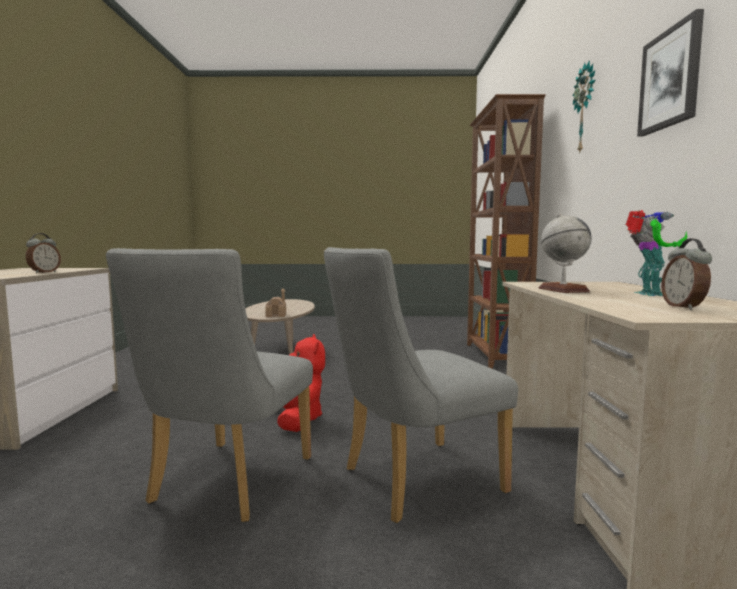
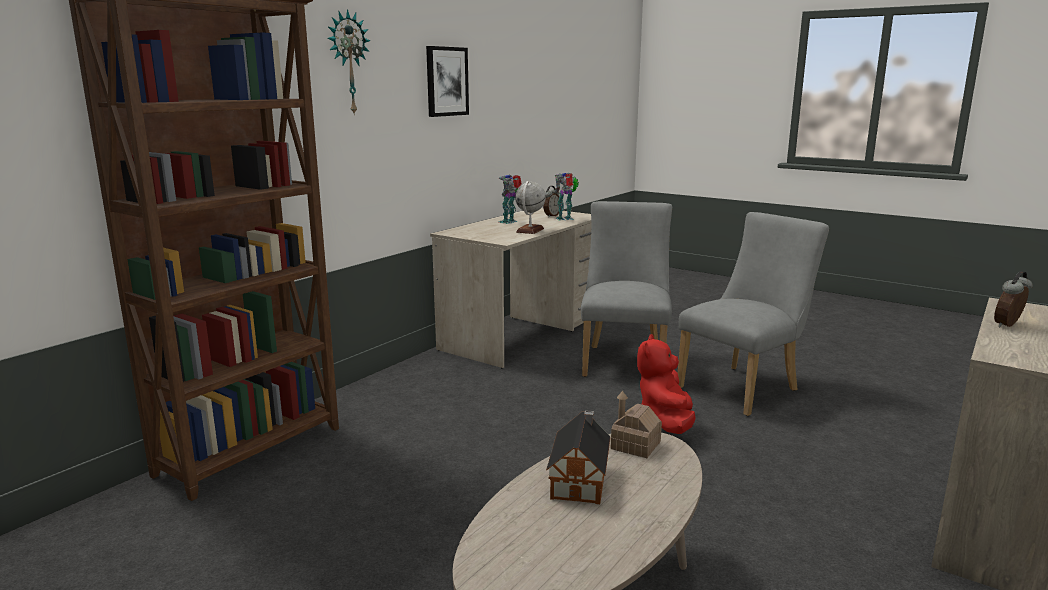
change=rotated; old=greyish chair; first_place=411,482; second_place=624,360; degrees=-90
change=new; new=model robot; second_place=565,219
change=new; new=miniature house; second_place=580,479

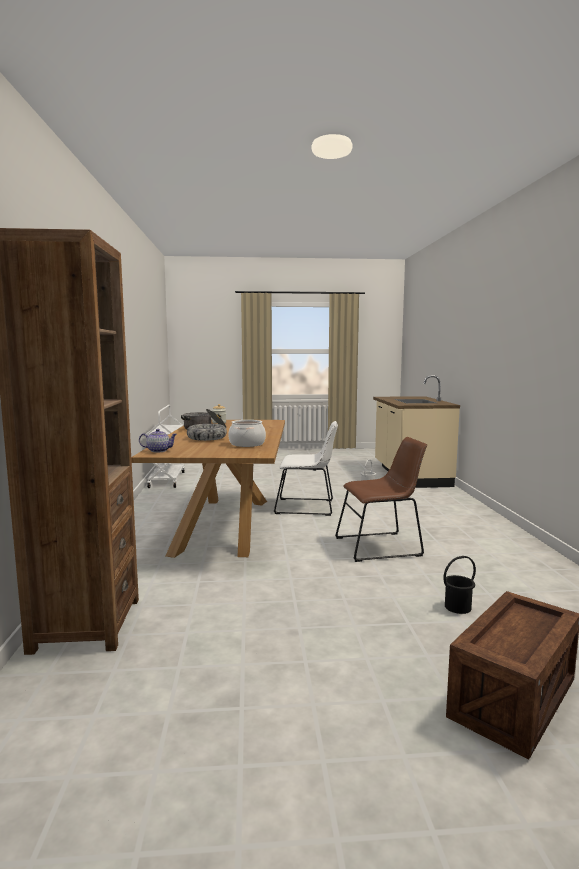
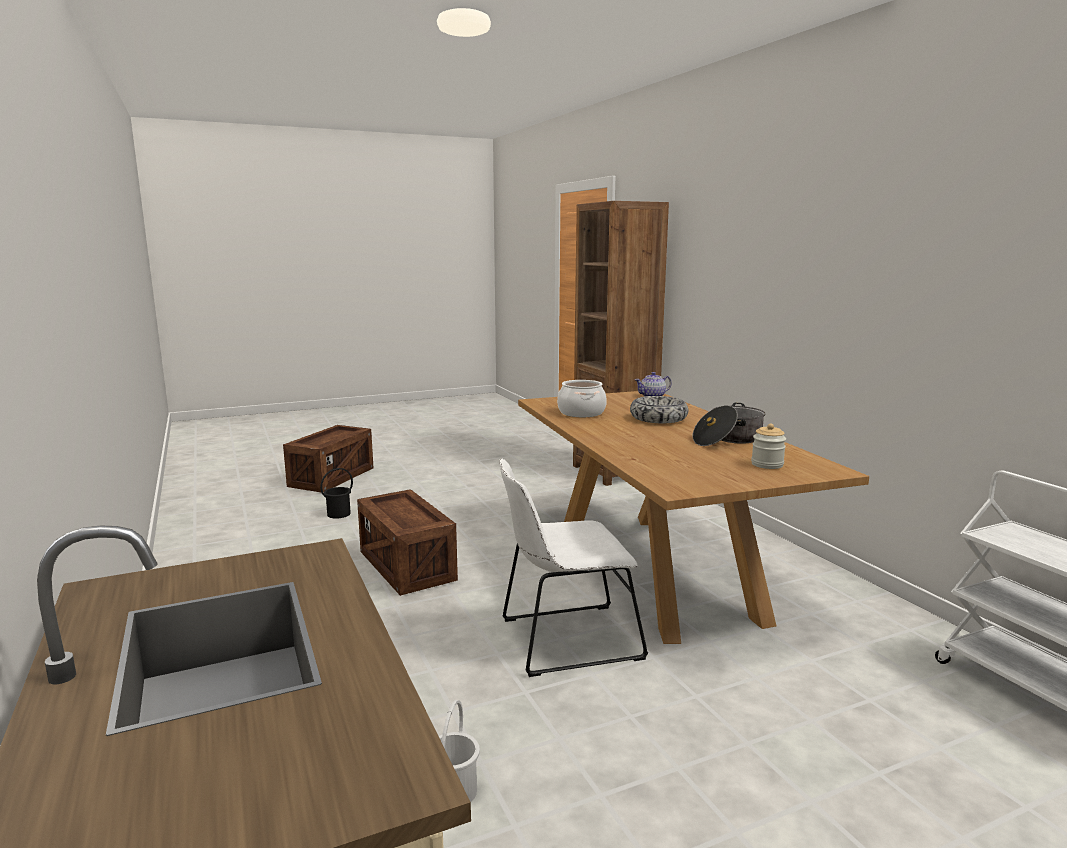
change=swapped; old=brown chair; new=packing crate; first_place=381,546; second_place=406,566

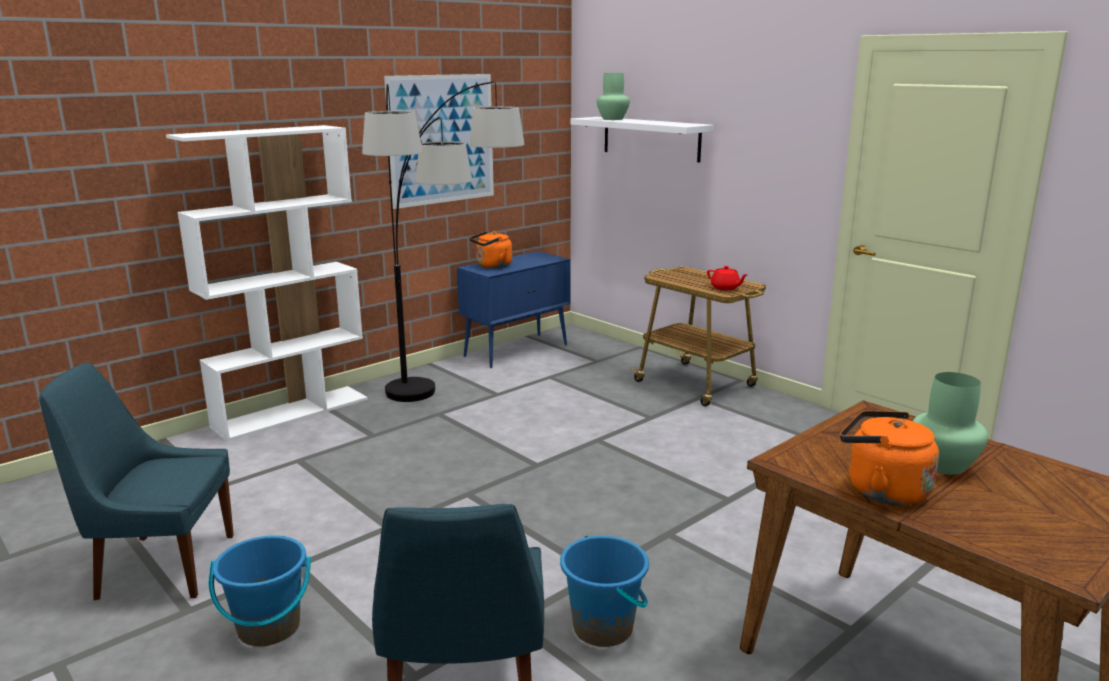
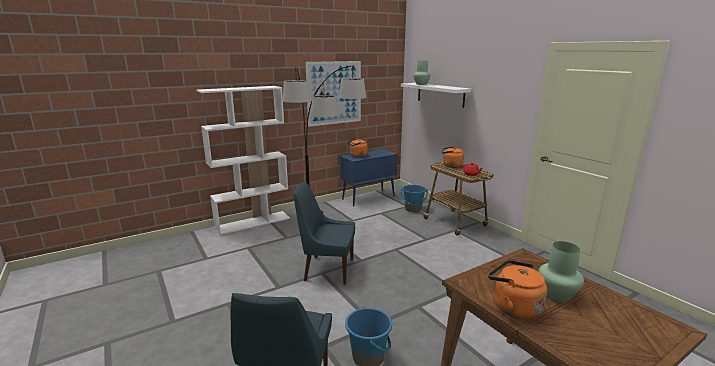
change=shifted; old=blue-coloured chair; first_place=161,566; second_place=327,269
change=shifted; old=blue-coloured bucket; first_place=269,628; second_place=413,209
change=new; new=orange-coloured tea kettle; second_place=451,166

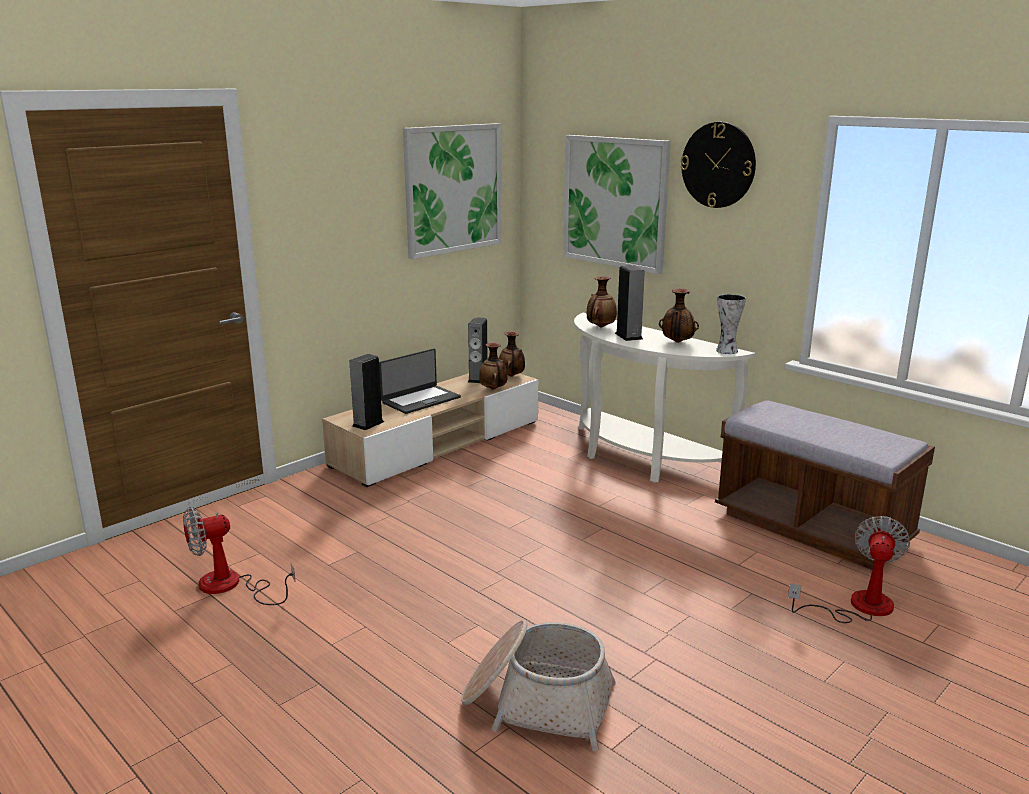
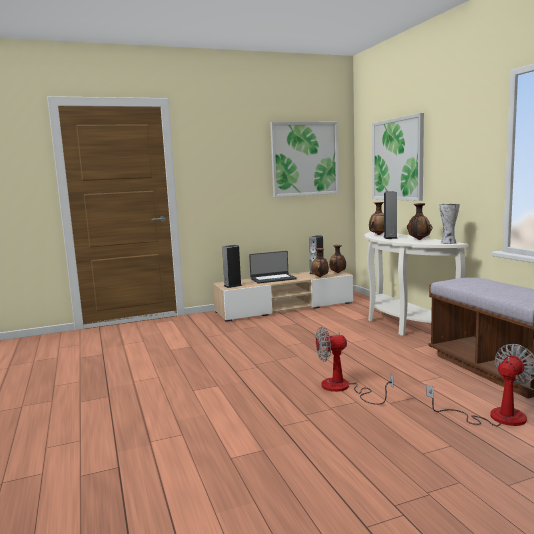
change=gone; old=wall clock; first_place=718,165
change=shifted; old=electric fan; first_place=231,586; second_place=343,388
change=gone; old=basket; first_place=537,703

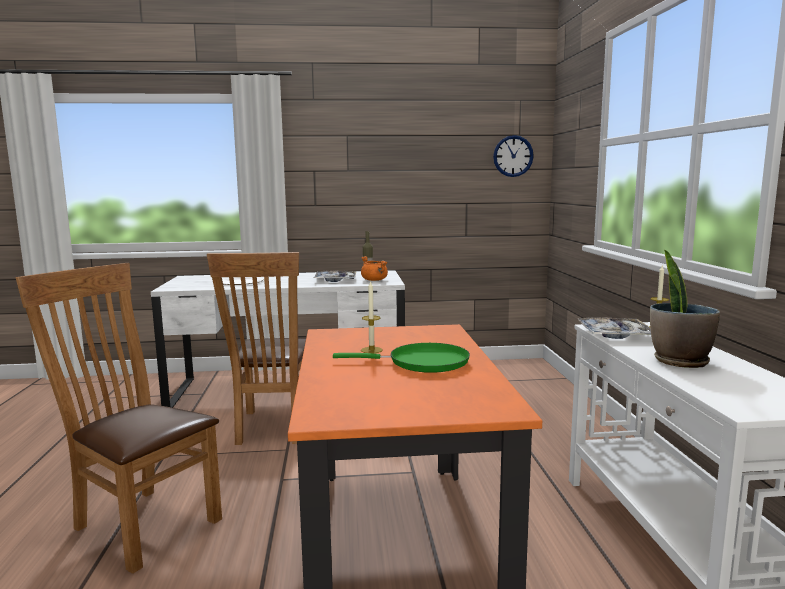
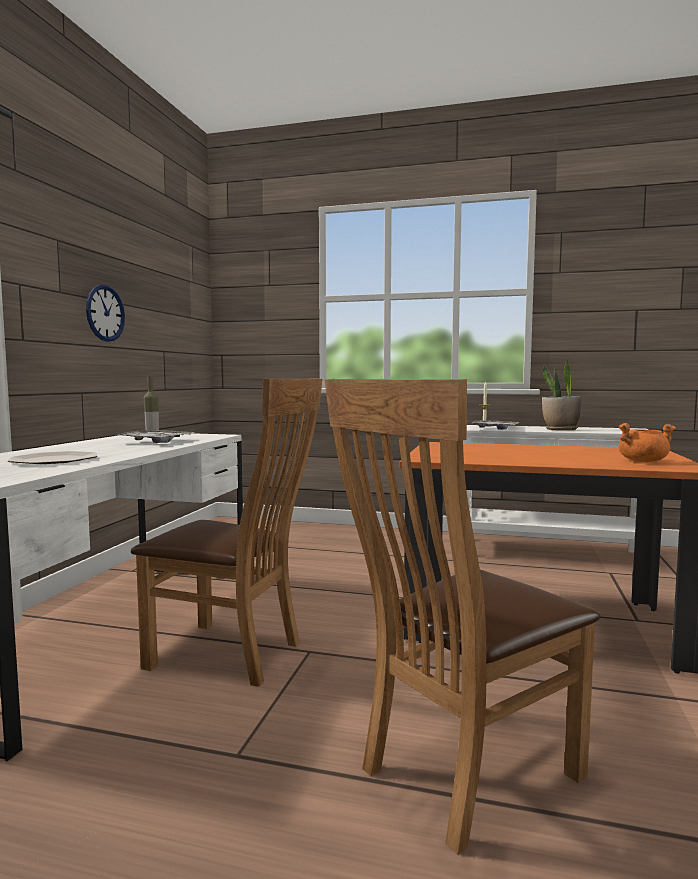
change=shifted; old=wall clock; first_place=513,156; second_place=105,313
change=shifted; old=orange-coloured stockpot; first_place=375,280; second_place=643,461
change=gone; old=wax light; first_place=371,350
change=gone; old=greenish frying pan; first_place=422,362

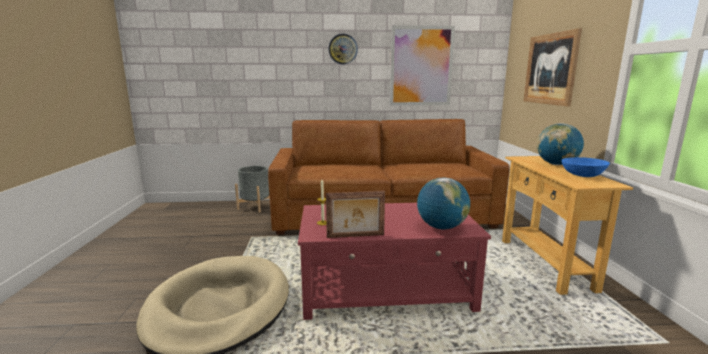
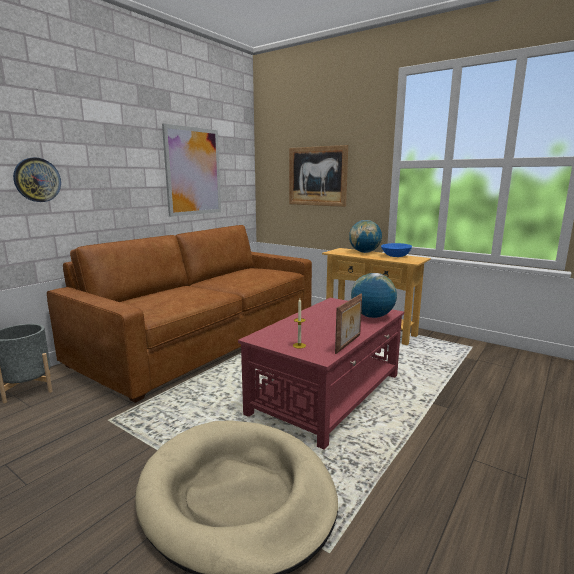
change=shifted; old=wall clock; first_place=343,49; second_place=37,180

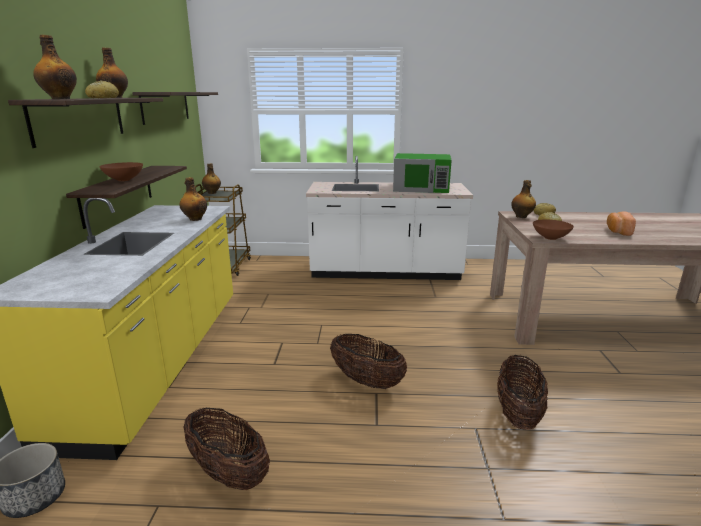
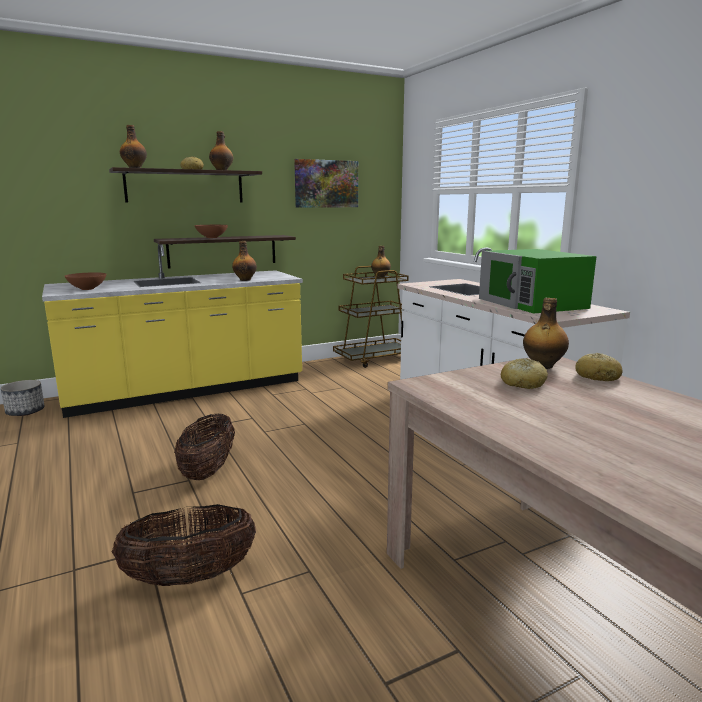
change=swapped; old=shelf; new=wall picture; first_place=165,106; second_place=326,184
change=gone; old=bakery bread; first_place=617,231
change=shifted; old=brown bowl; first_place=550,238; second_place=88,289
change=gone; old=basket; first_place=228,473

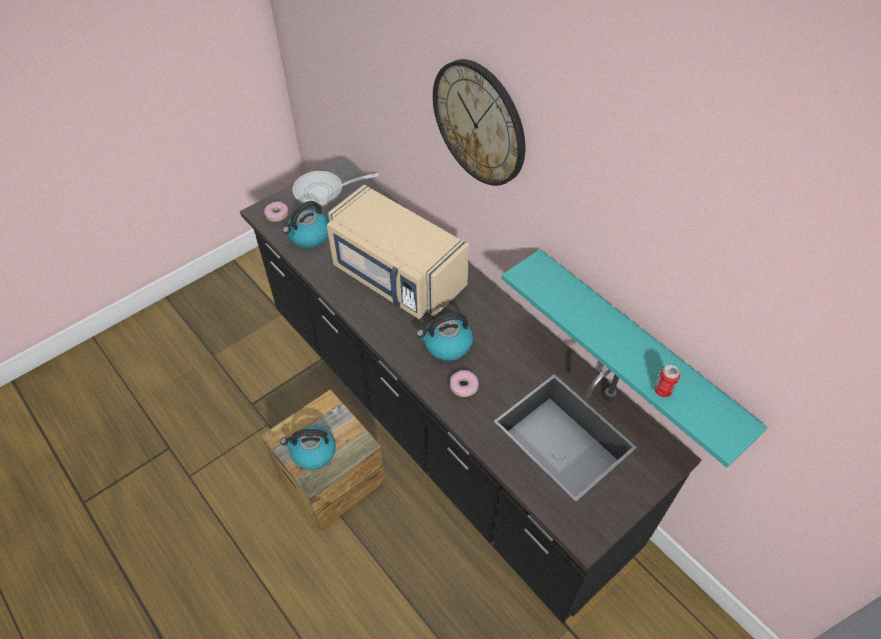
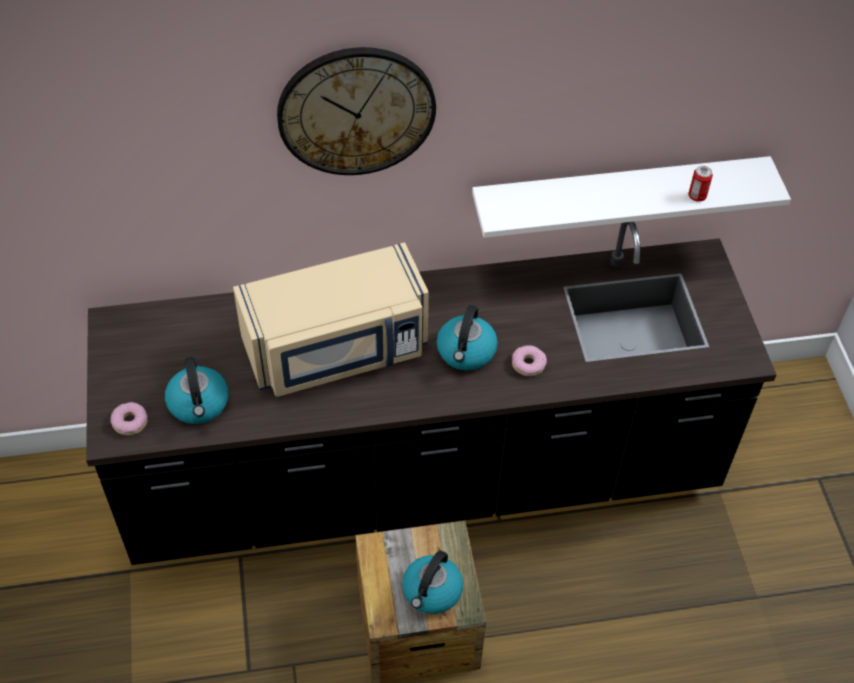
change=gone; old=frying pan; first_place=323,192
change=repainted; old=blue-green shelf; new=white-coloured shelf; first_place=636,348; second_place=618,195

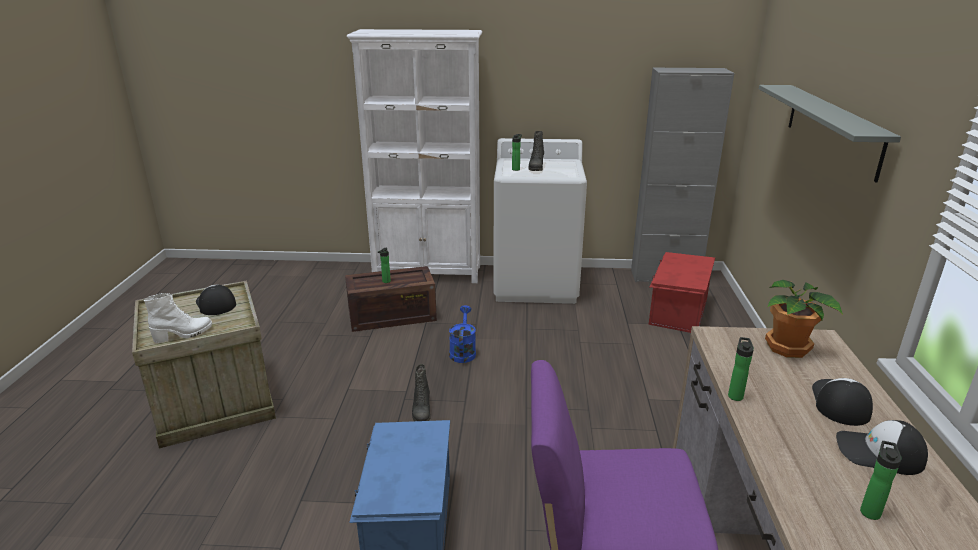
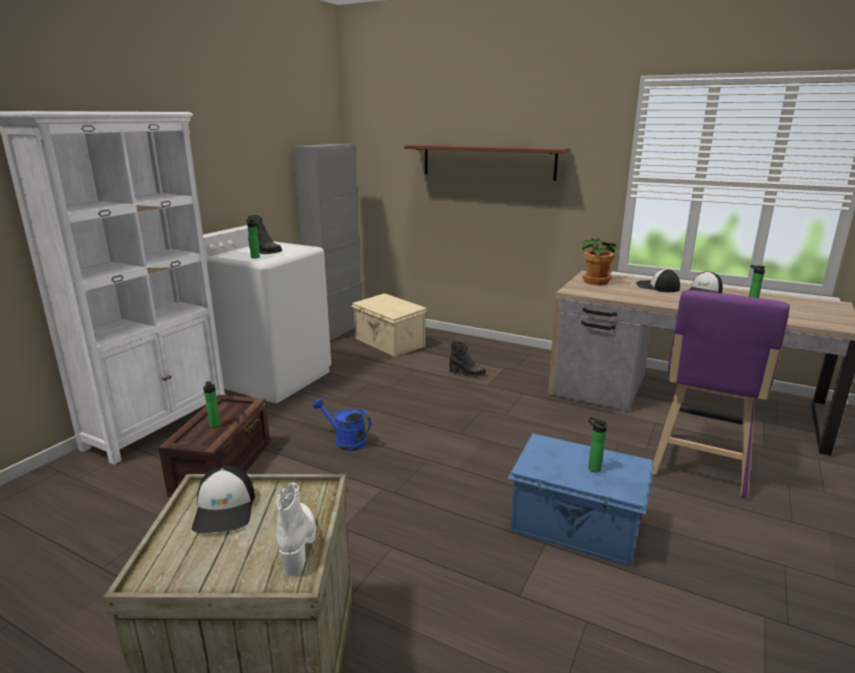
change=repainted; old=greyish shelf; new=brown shelf; first_place=832,128; second_place=487,161
change=repainted; old=reddish storage container; new=sand-coloured storage container; first_place=677,311; second_place=389,342
change=rotated; old=baseball cap; first_place=215,304; second_place=225,509; degrees=-90
change=shifted; old=beverage bottle; first_place=735,395; second_place=592,468
change=shifted; old=blackish high-top boot; first_place=421,412; second_place=467,373

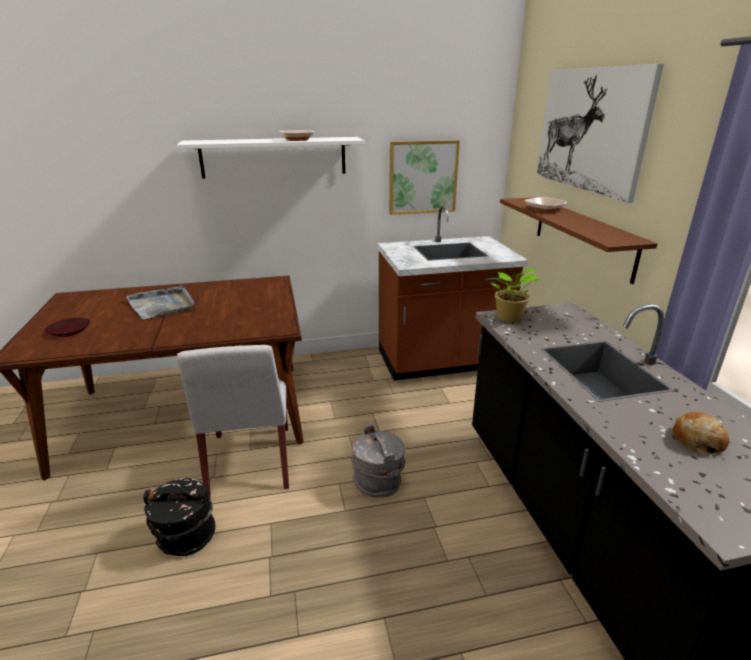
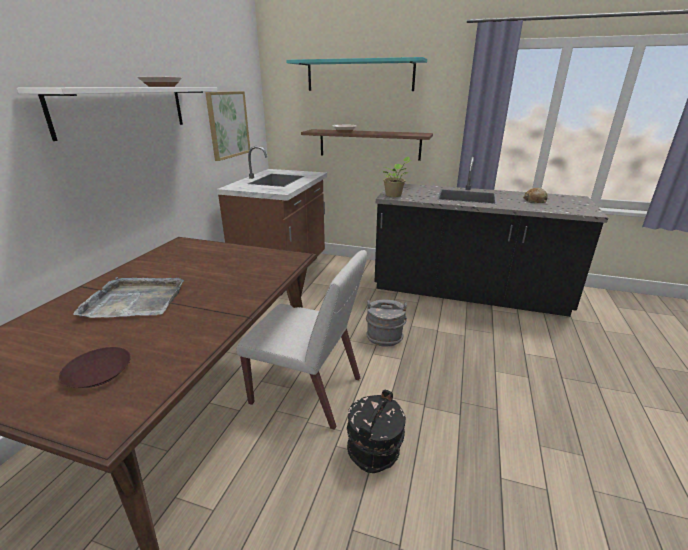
change=swapped; old=wall picture; new=blue-green shelf; first_place=590,130; second_place=359,75

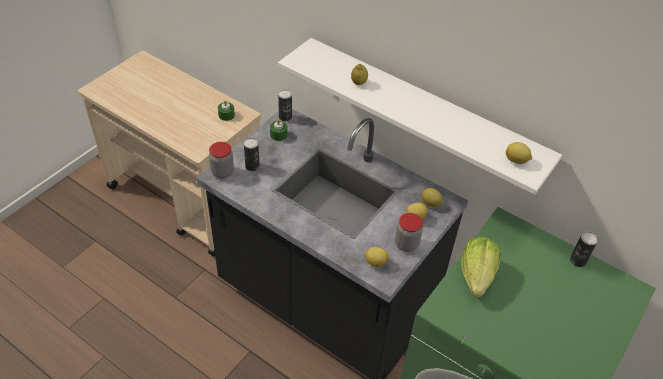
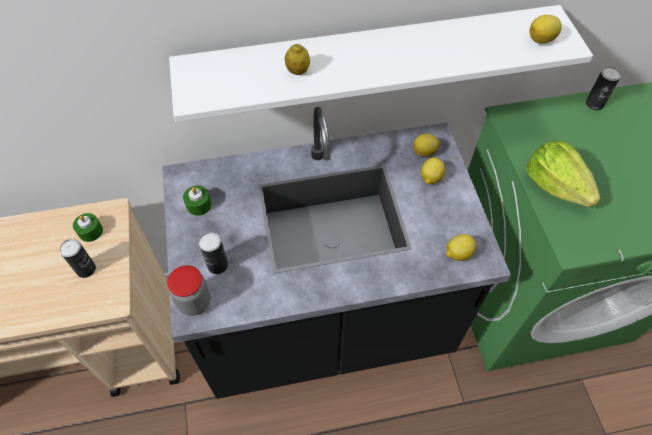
change=shifted; old=can; first_place=285,117; second_place=86,269
change=gone; old=preserve jar; first_place=406,244

